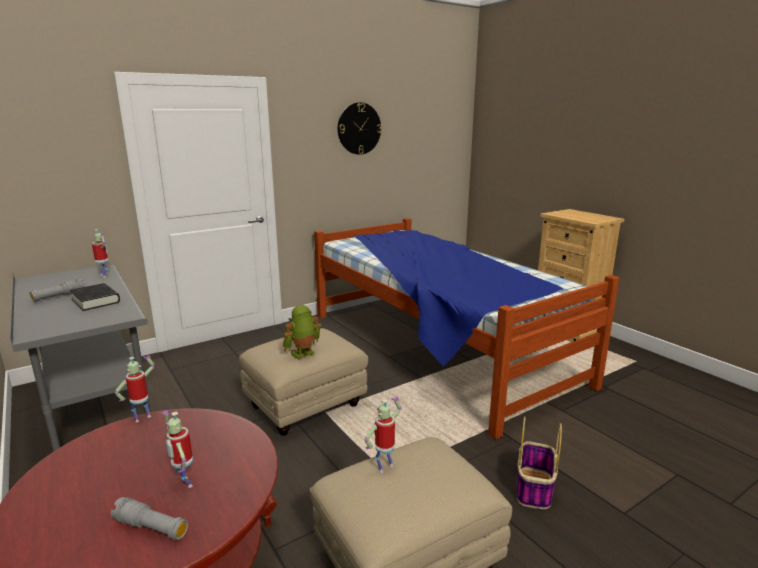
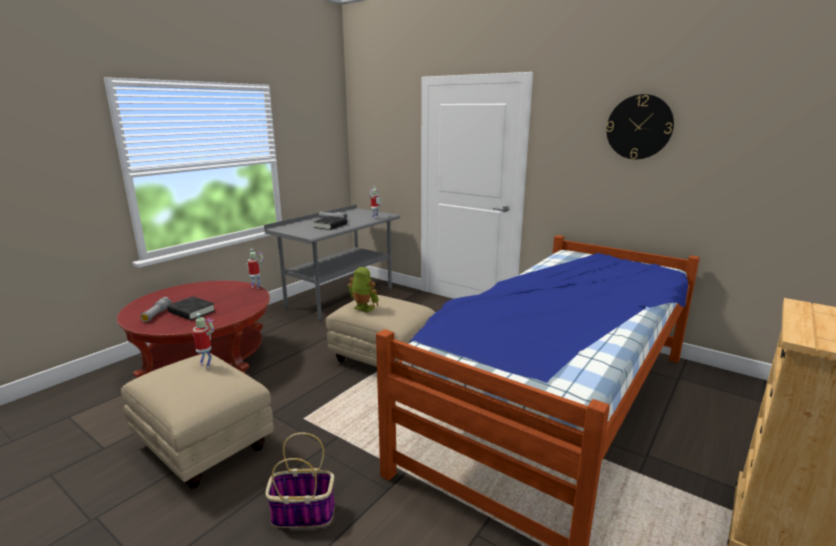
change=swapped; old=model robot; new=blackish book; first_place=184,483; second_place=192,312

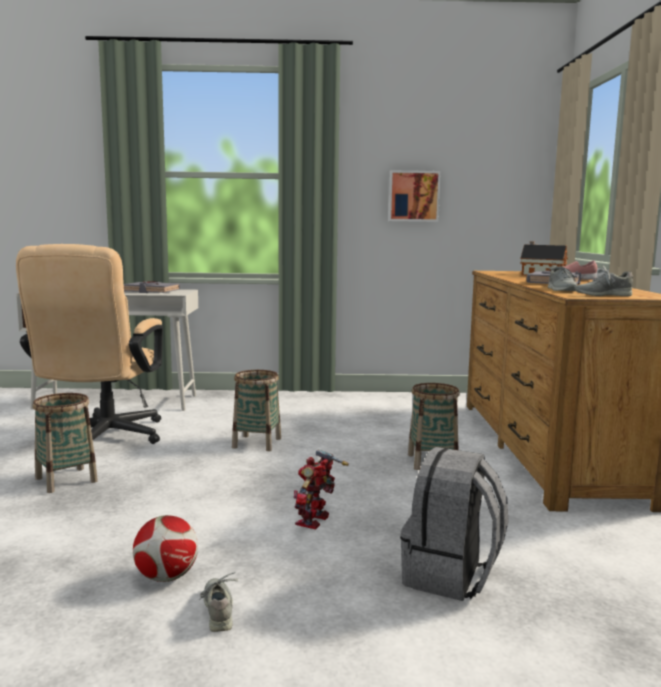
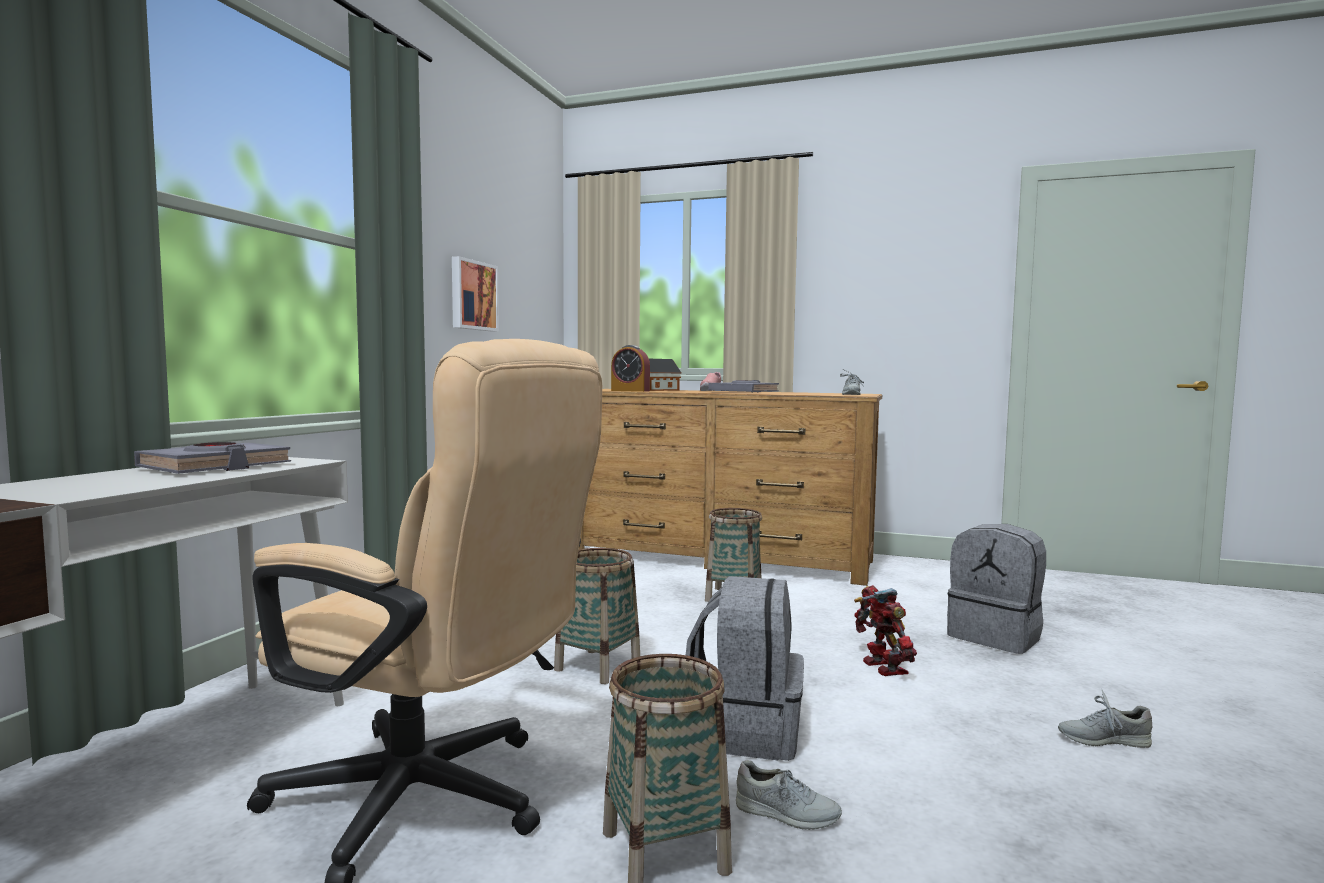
change=shifted; old=greyish item of footwear; first_place=561,290; second_place=787,813
change=rotated; old=model robot; first_place=315,521; second_place=882,668; degrees=-150
change=gone; old=football ball; first_place=166,577
change=new; new=bedside clock; second_place=630,391
change=new; new=greyish backpack; second_place=746,731

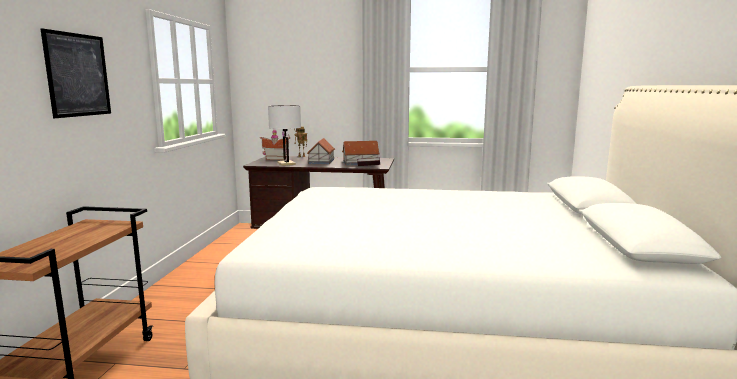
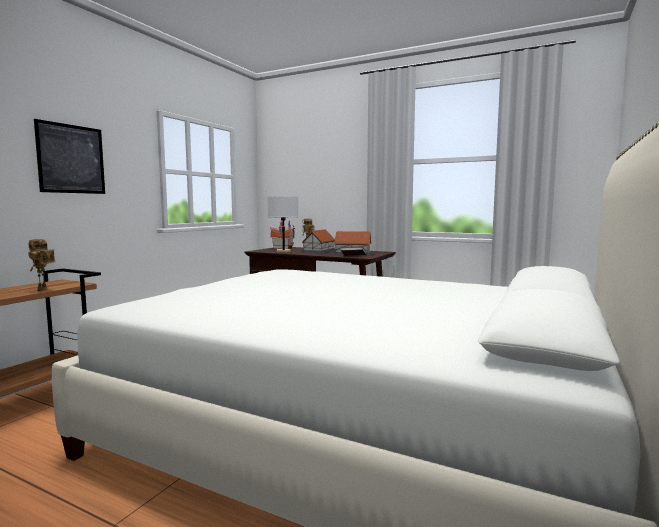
change=new; new=model robot; second_place=43,290

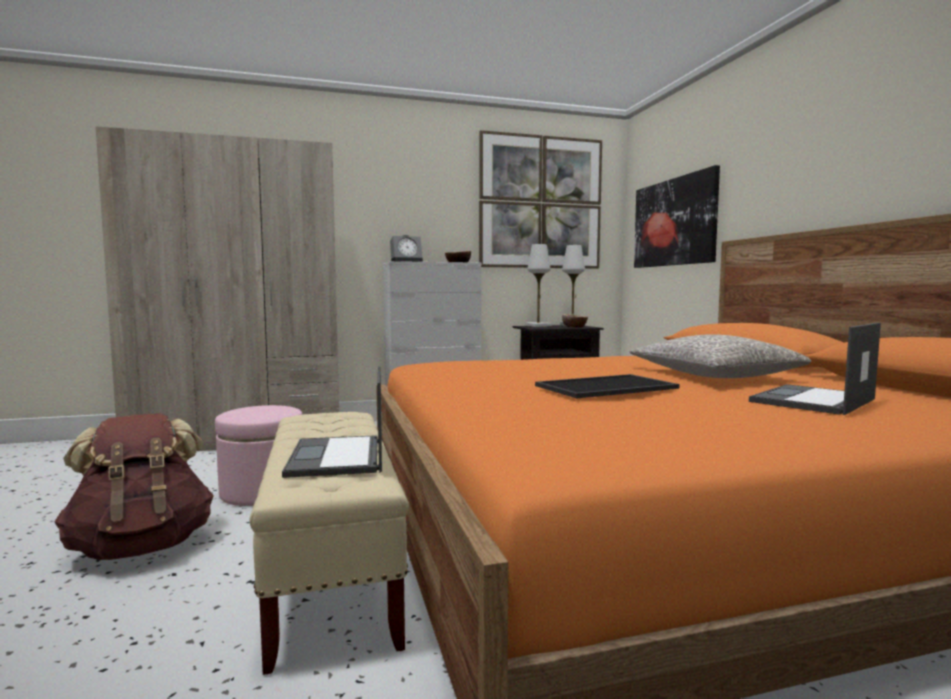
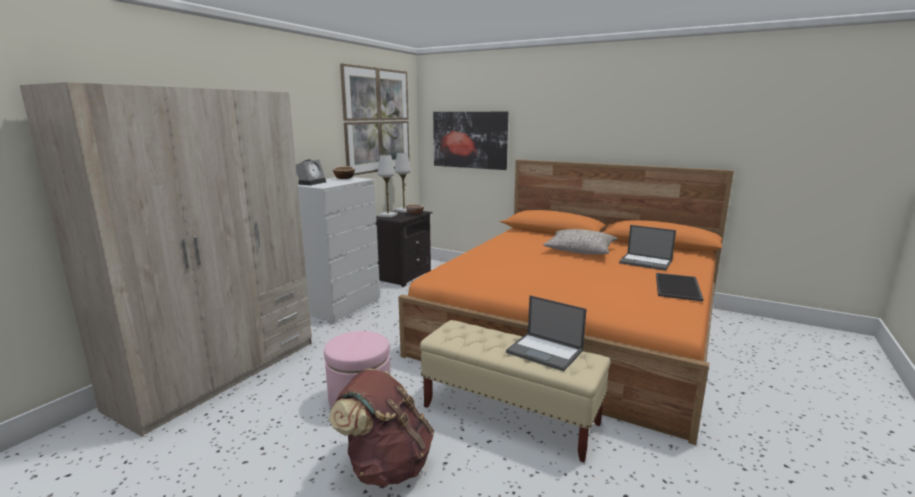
change=rotated; old=notebook computer; first_place=812,401; second_place=646,262; degrees=-60
change=shifted; old=tray; first_place=606,387; second_place=678,287

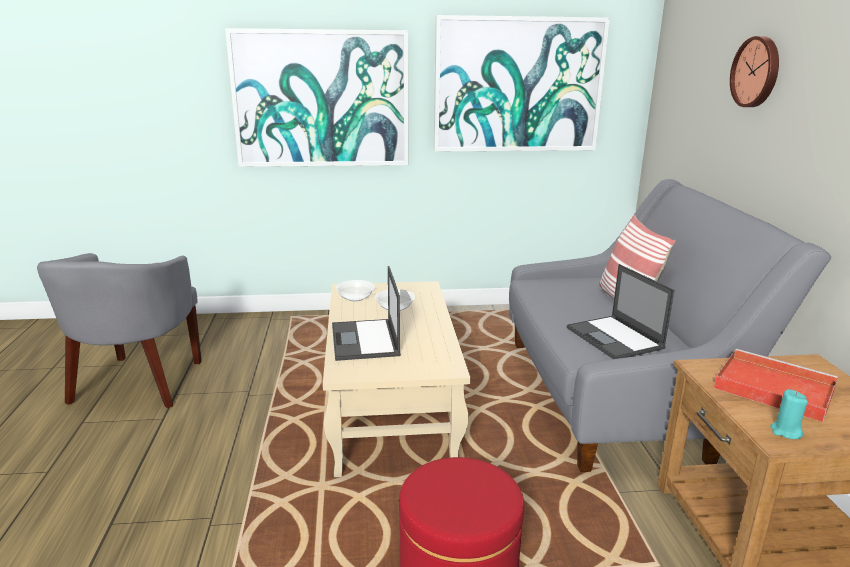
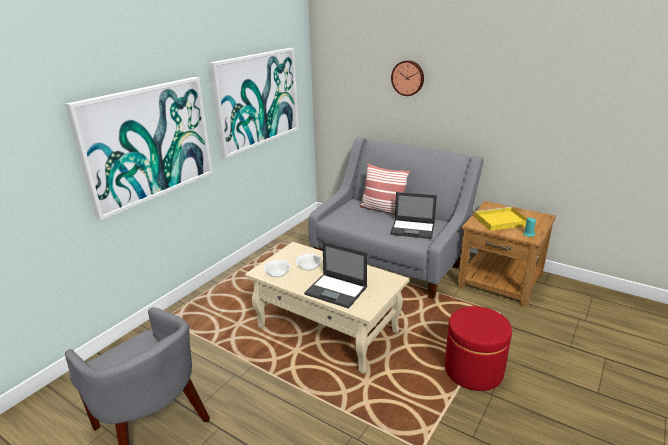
change=repainted; old=reddish tray; new=yellow tray; first_place=771,387; second_place=499,221

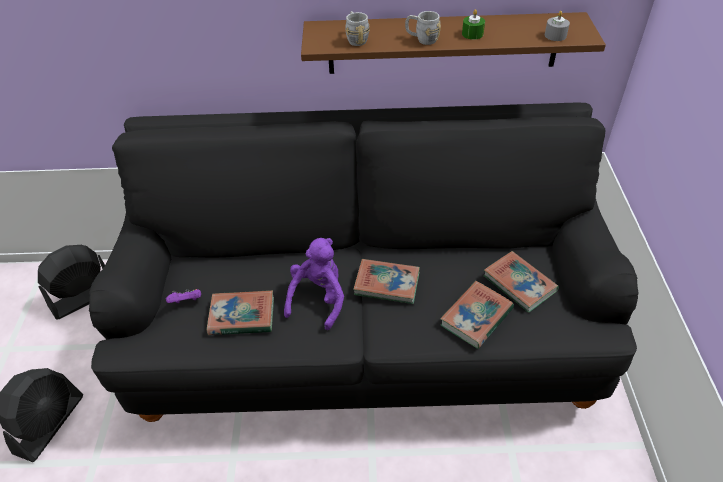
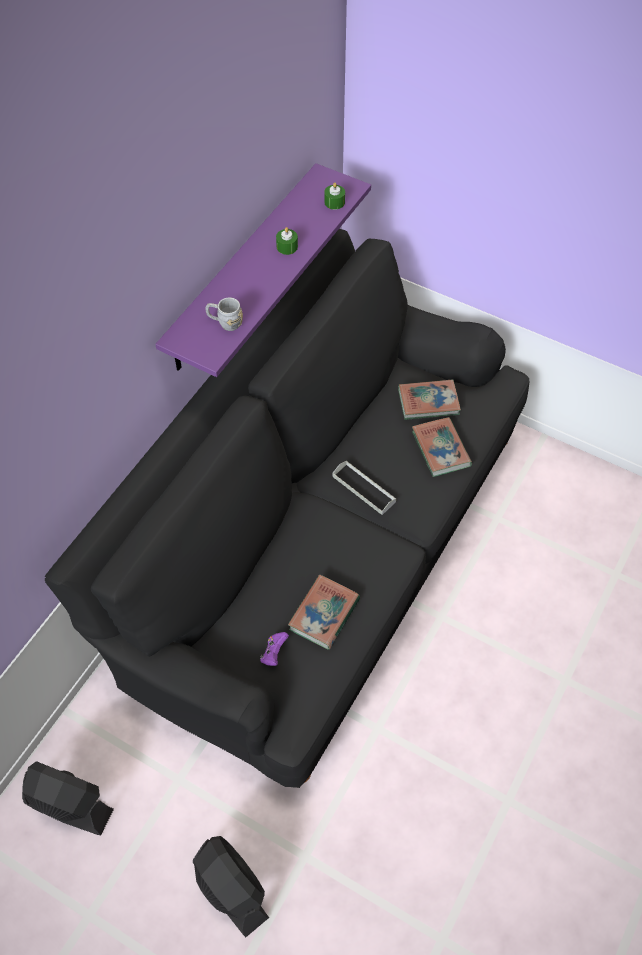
change=gone; old=greyish mug; first_place=422,39
change=repainted; old=greyish wax light; new=greenish wax light; first_place=555,35; second_place=334,202
change=repainted; old=brown shelf; new=purple shelf; first_place=443,43; second_place=242,269
change=gone; old=purple soft toy; first_place=318,299
change=rotated; old=blackish electric fan; first_place=84,297; second_place=69,806; degrees=120
change=swapped; old=book; new=greyish tray; first_place=387,284; second_place=363,489

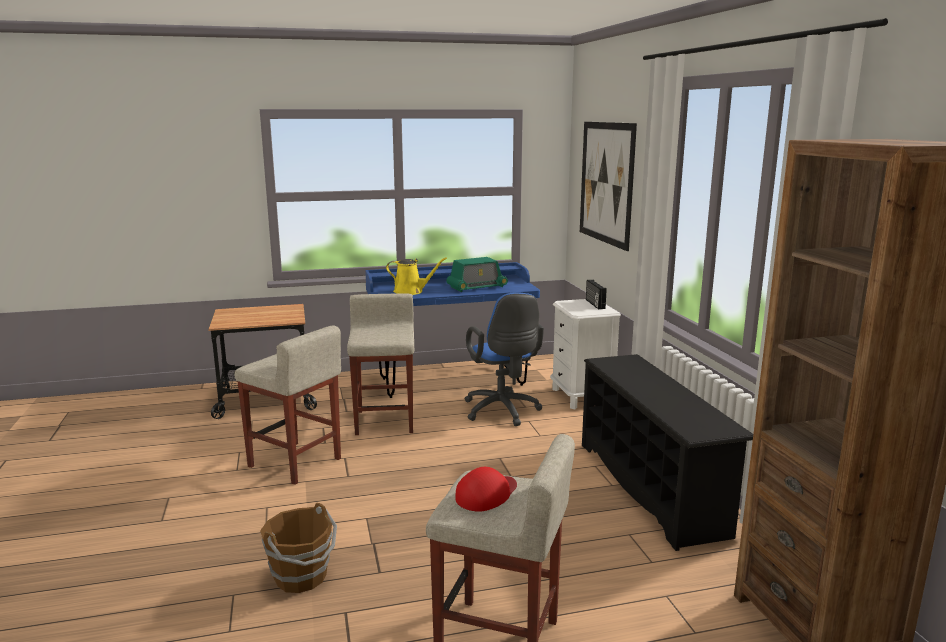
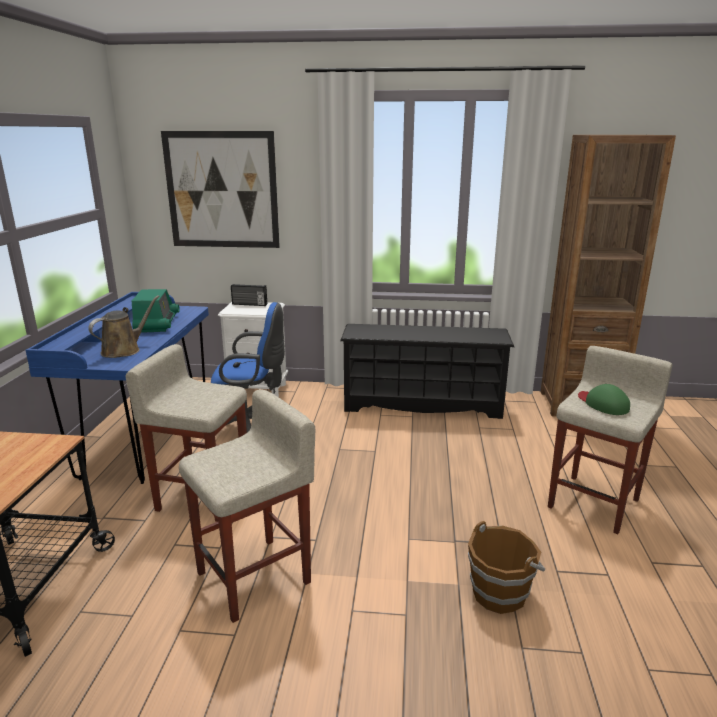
change=repainted; old=yellow watering can; new=brown watering can; first_place=411,291; second_place=124,350
change=repainted; old=reddish baseball cap; new=greenish baseball cap; first_place=487,494; second_place=603,404

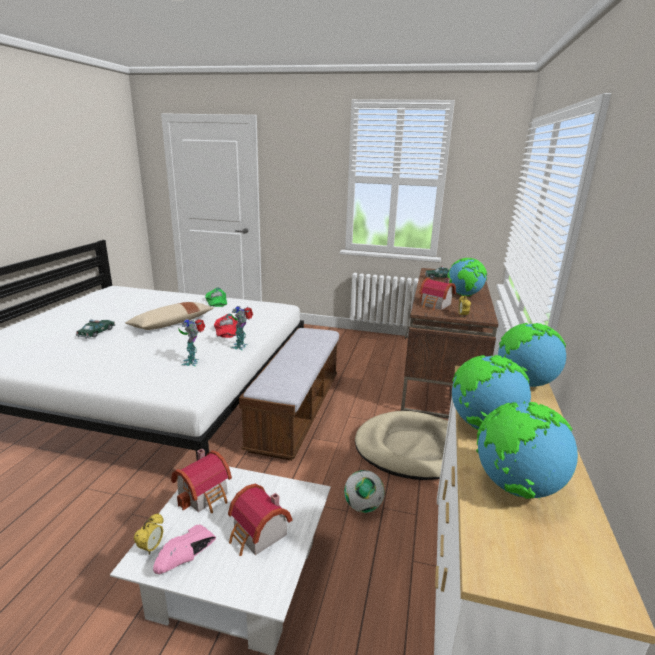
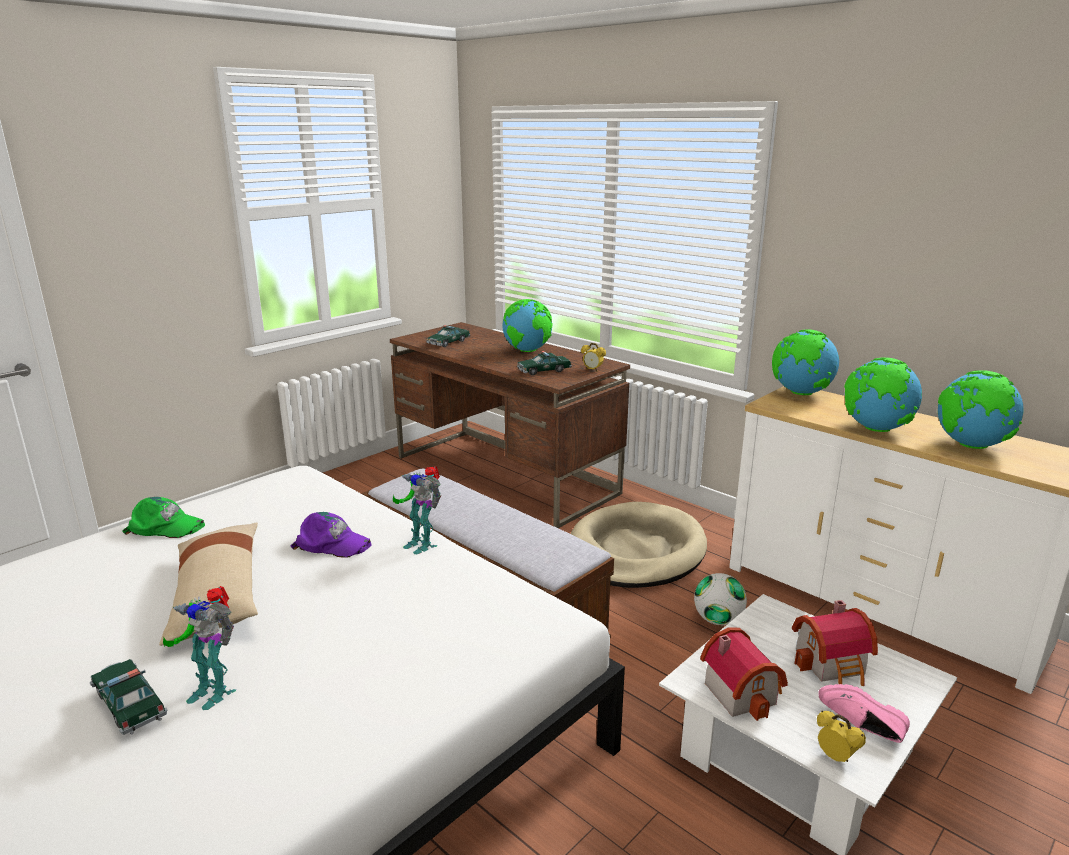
change=swapped; old=miniature house; new=model car; first_place=435,305; second_place=544,371
change=repainted; old=reddish baseball cap; new=purple baseball cap; first_place=226,330; second_place=332,544
change=shifted; old=model robot; first_place=193,362; second_place=213,690
change=rotated; old=pink item of footwear; first_place=188,559; second_place=861,727; degrees=150

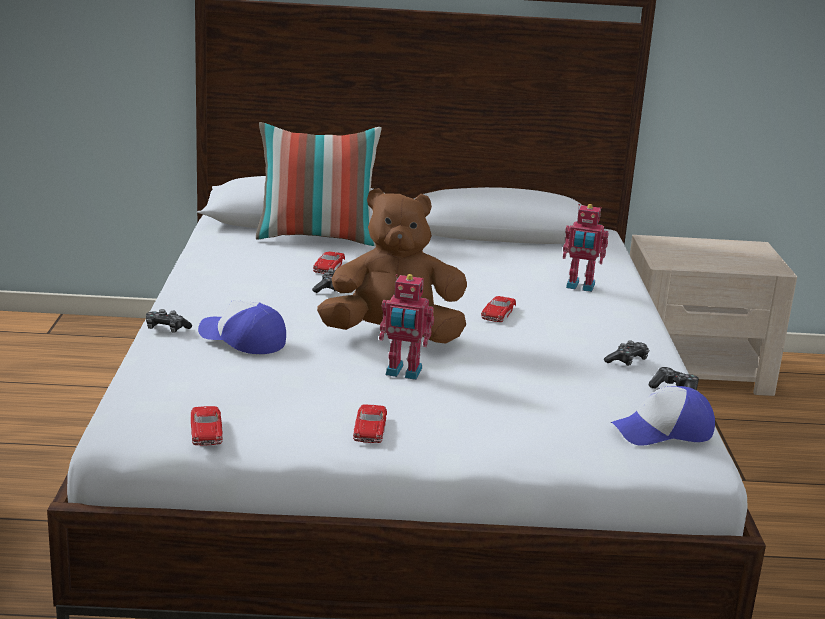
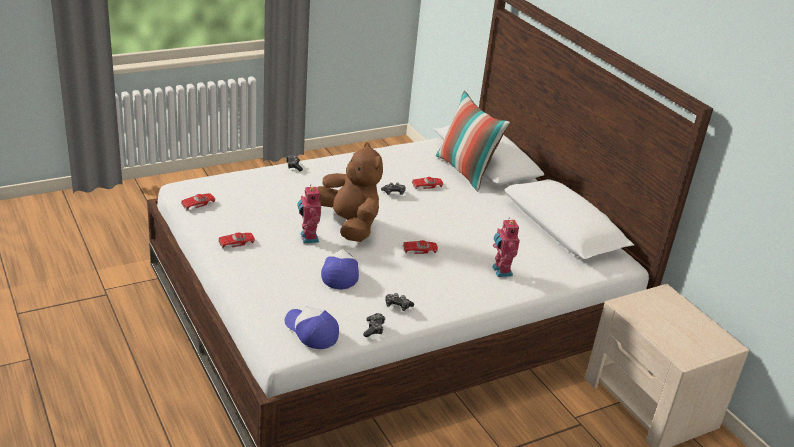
change=shifted; old=baseball cap; first_place=242,339; second_place=340,273

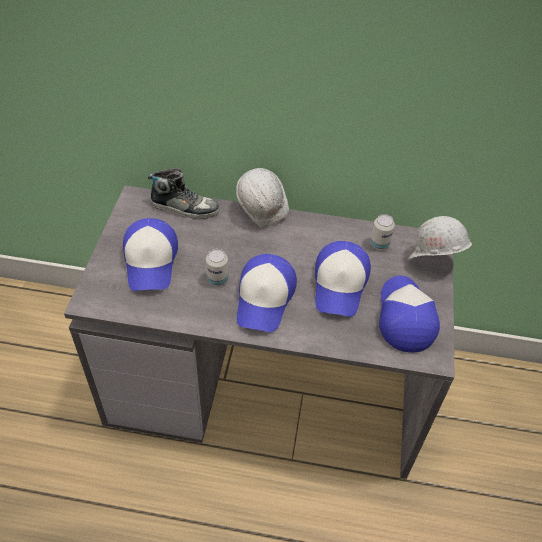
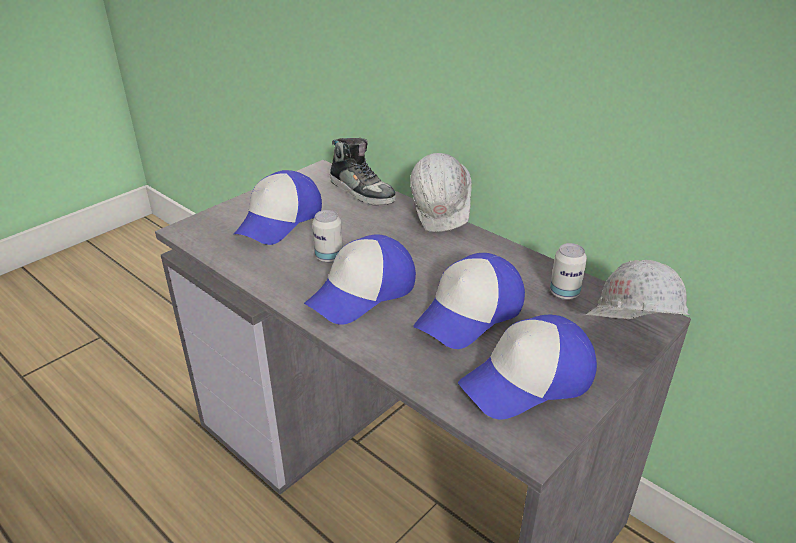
change=rotated; old=baseball cap; first_place=404,317; second_place=528,380; degrees=-150

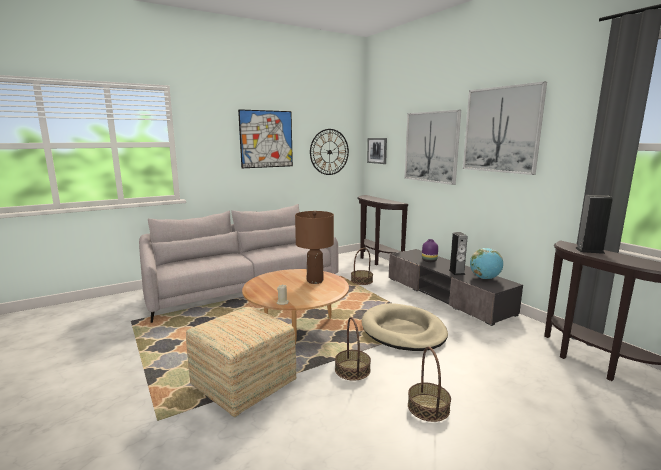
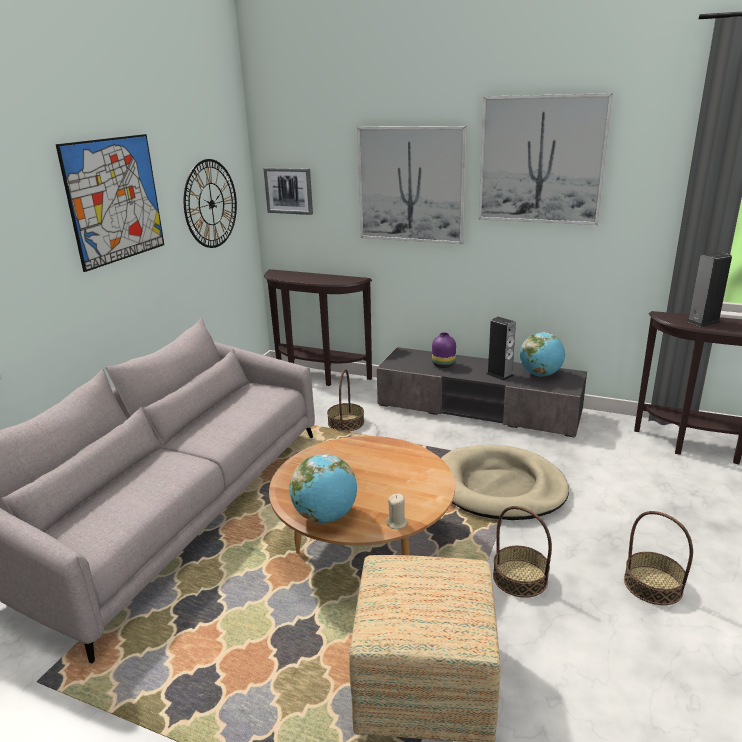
change=gone; old=brown lamp for a table; first_place=315,281
change=new; new=globe; second_place=325,516

